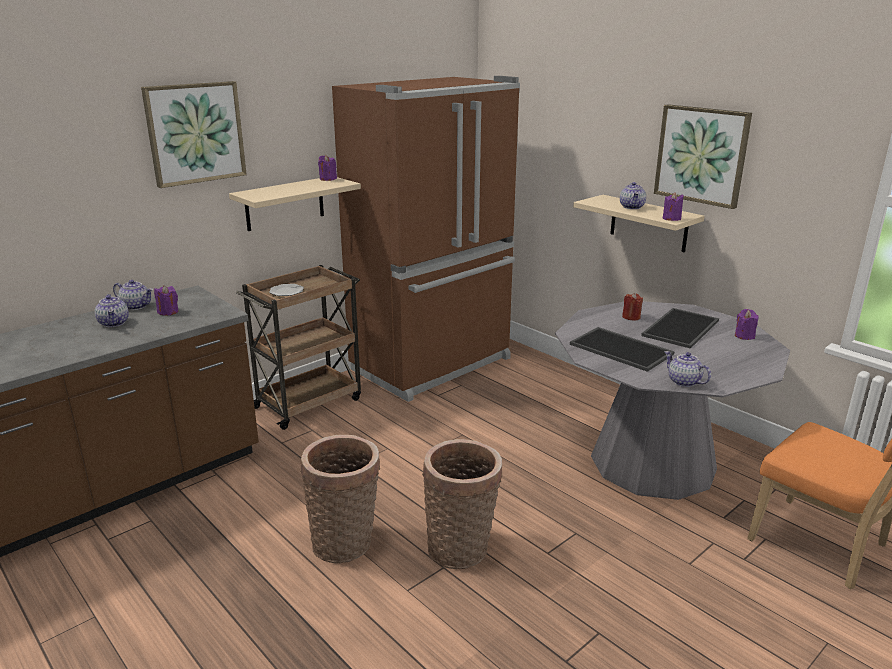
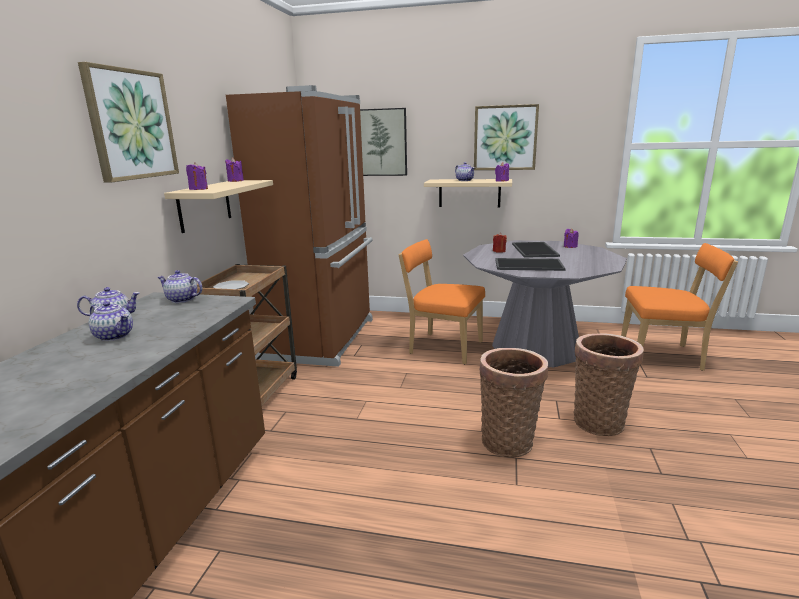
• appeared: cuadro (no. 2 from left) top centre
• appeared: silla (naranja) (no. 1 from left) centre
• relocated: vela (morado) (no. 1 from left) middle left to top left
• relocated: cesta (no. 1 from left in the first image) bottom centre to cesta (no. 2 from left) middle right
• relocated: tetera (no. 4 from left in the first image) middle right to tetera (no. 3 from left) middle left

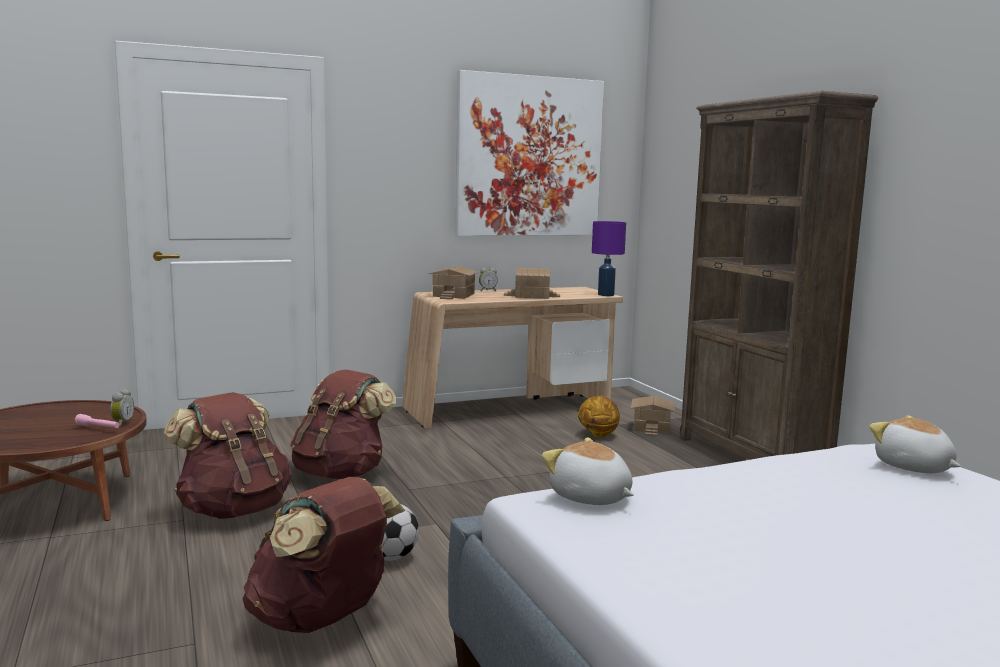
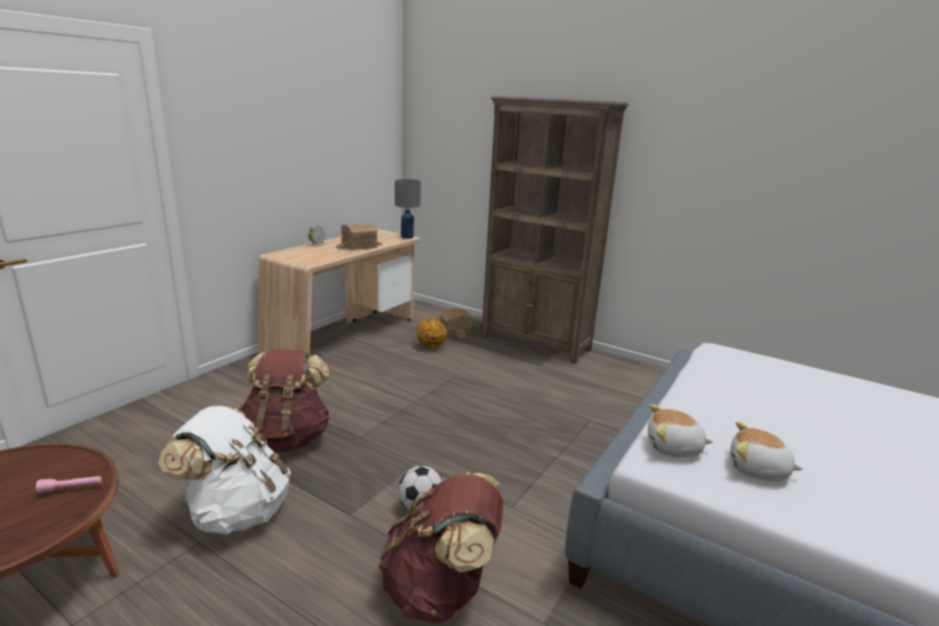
• missing: despertador (no. 1 from left) middle left
• missing: casita (no. 1 from left) centre
• missing: cuadro top centre
• relocated: peluche (no. 2 from left) middle right to bottom right
• colour: mochila (marrón) (no. 1 from left) bottom left to mochila (blanco) bottom left
• colour: lámpara de mesa (morado) centre to lámpara de mesa (gris) centre

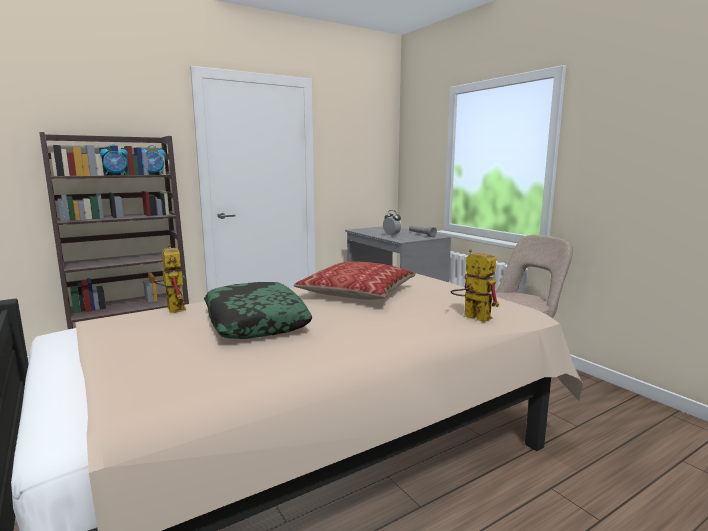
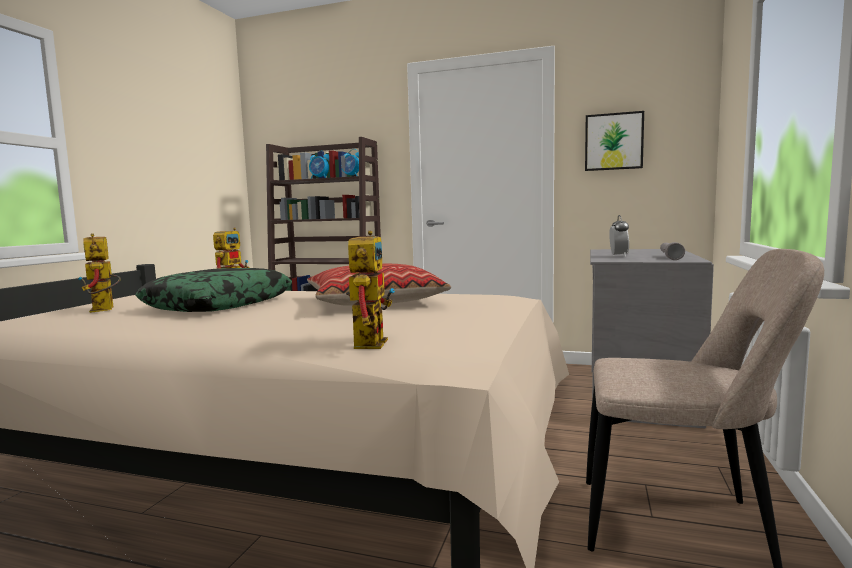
• appeared: robot de juguete (no. 1 from left) middle left
• appeared: cuadro top right

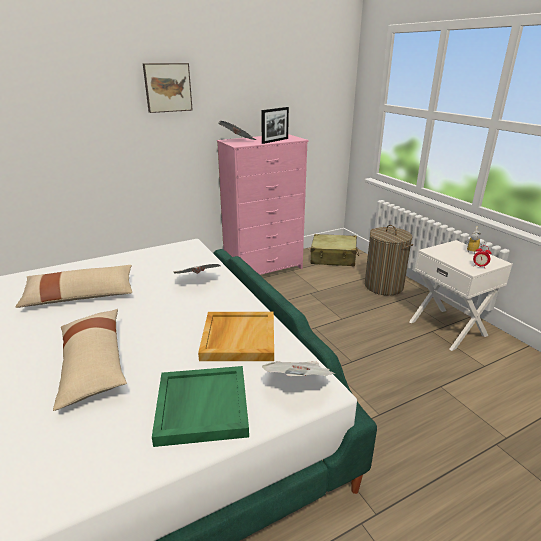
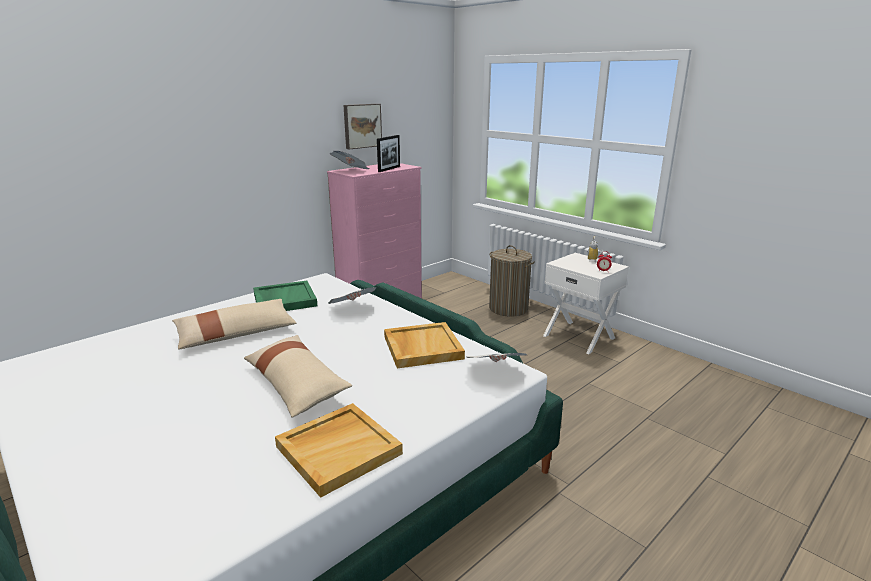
• missing: maleta (beis) centre
• appeared: bandeja (beis) (no. 1 from left) bottom centre
• relocated: cuadro top left to top centre
• relocated: bandeja (verde) bottom centre to middle left

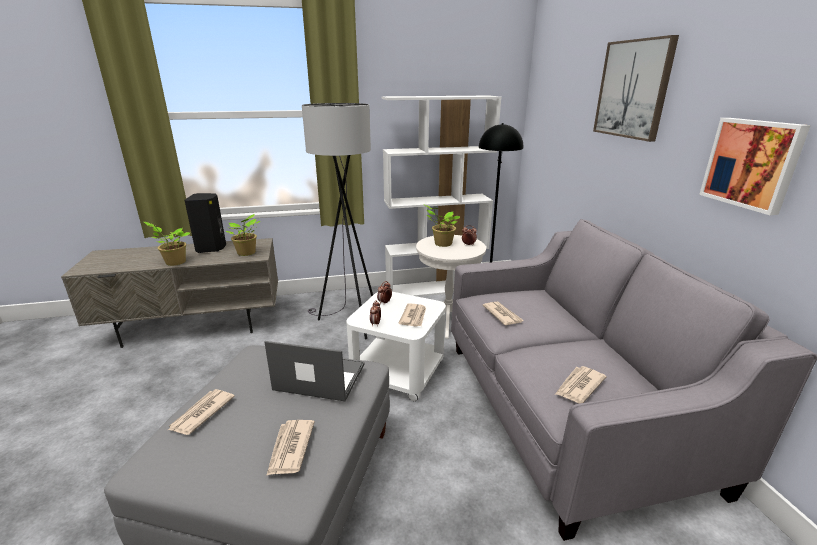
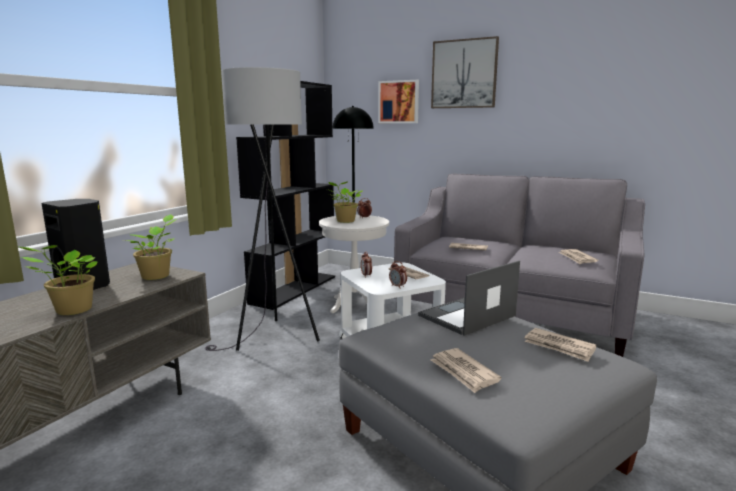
• relocated: cuadro (no. 2 from left in the first image) top right to cuadro (no. 1 from left) top centre
• colour: estantería (blanco) centre to estantería (negro) centre

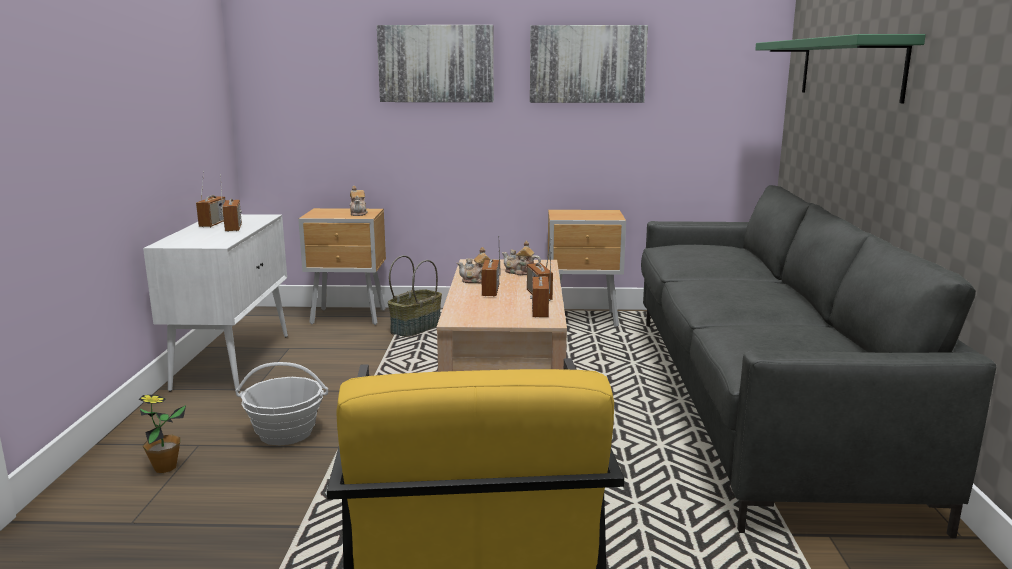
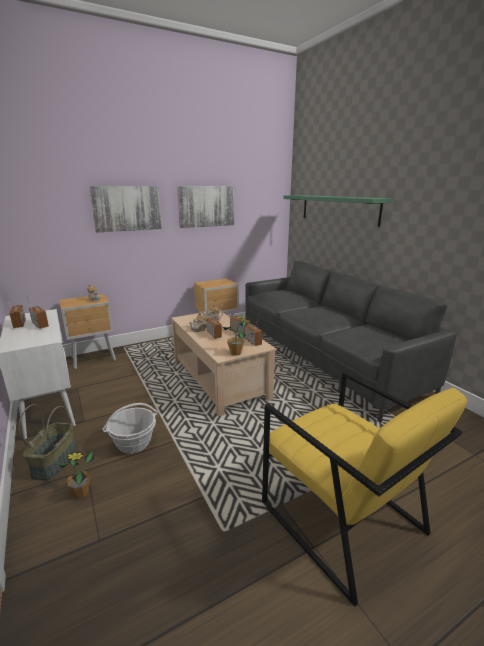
• appeared: planta en maceta (no. 2 from left) centre
• relocated: cesta (no. 2 from left in the first image) centre to cesta (no. 1 from left) bottom left

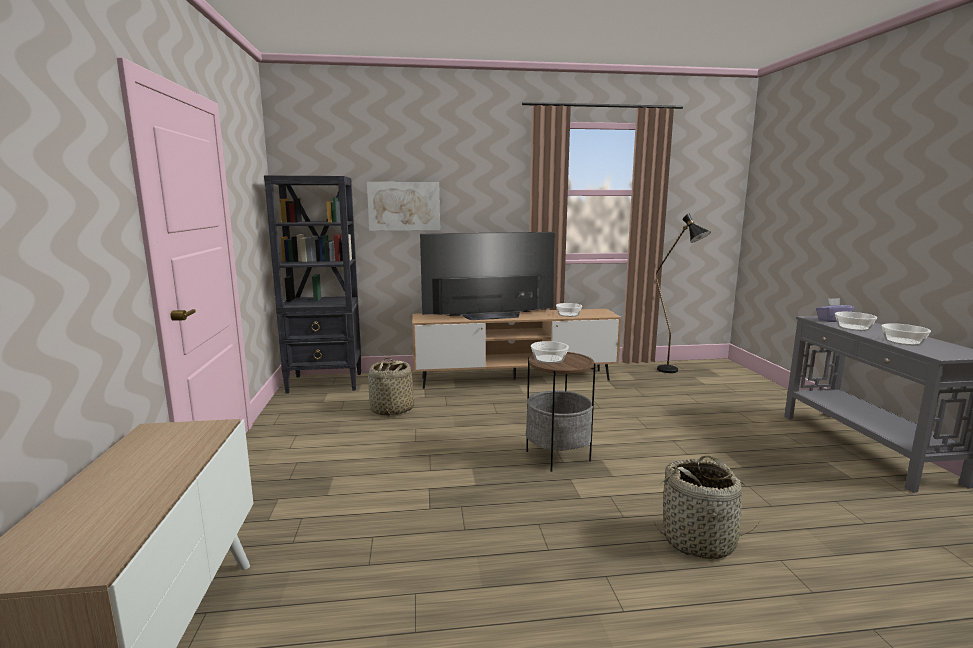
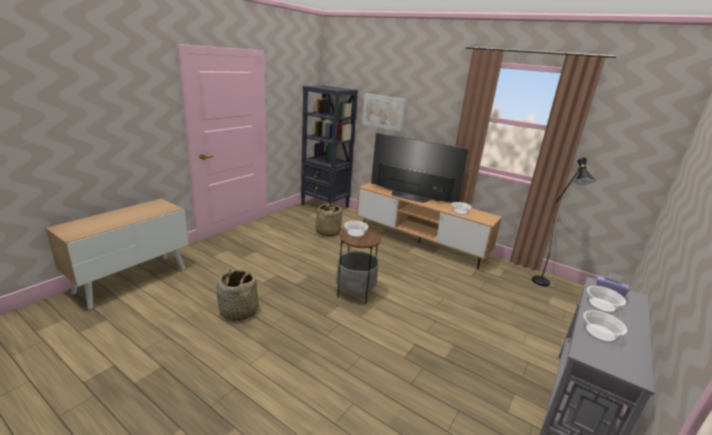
• relocated: cesta (no. 2 from left in the first image) bottom right to cesta (no. 1 from left) bottom left

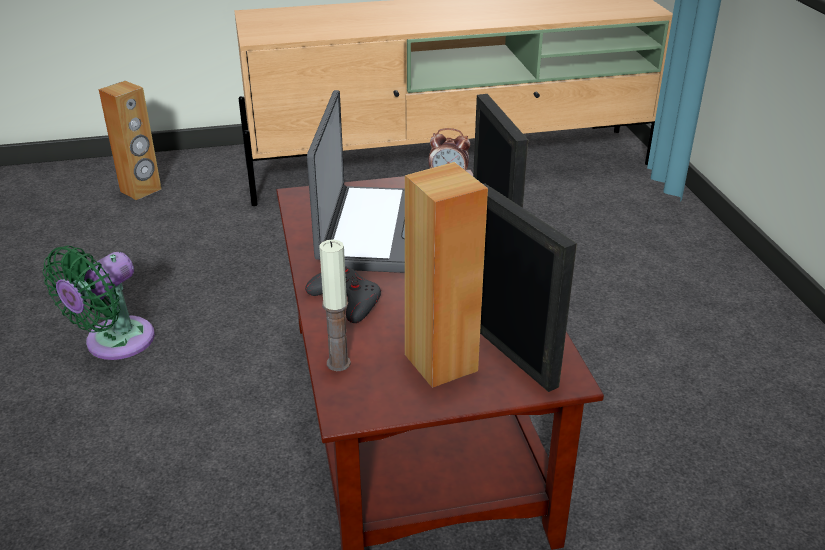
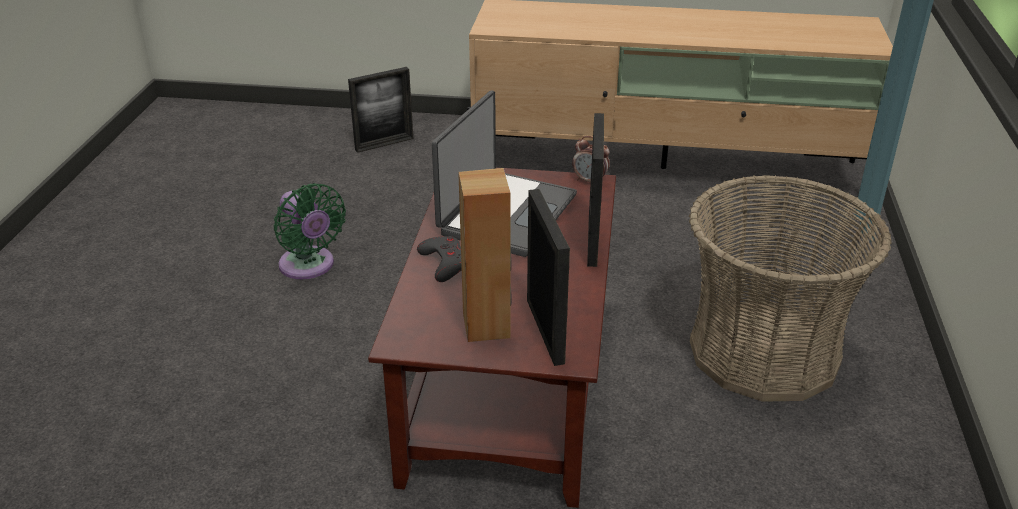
• missing: vela centre
• appeared: cesta middle right
• exchanged: altavoz (marrón) (no. 1 from left) top left to portarretratos (no. 1 from left) top centre
• spun: ventilador (verde) middle left = middle left 90 degrees counterclockwise

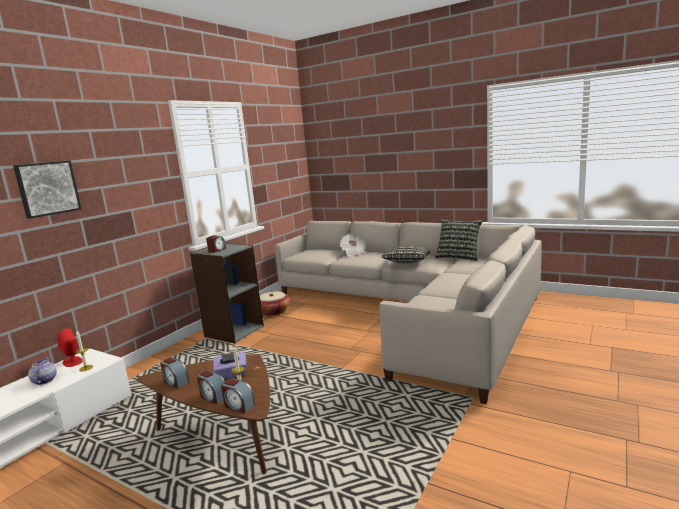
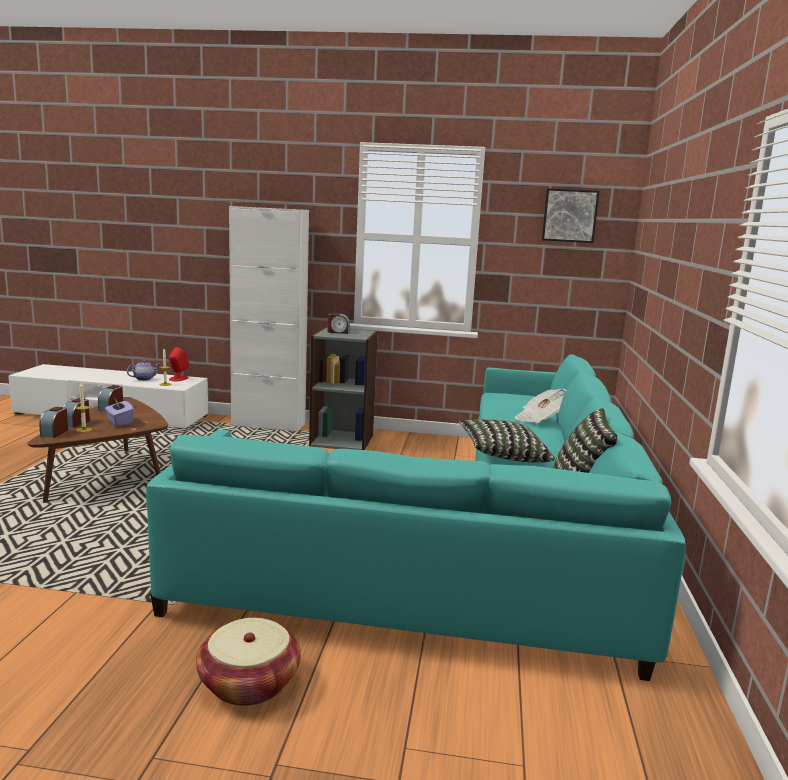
• appeared: armario (blanco) centre
• relocated: cuadro middle left to top right
• relocated: cesta centre to bottom left
• colour: sofá (beis) centre to sofá (turquesa) centre

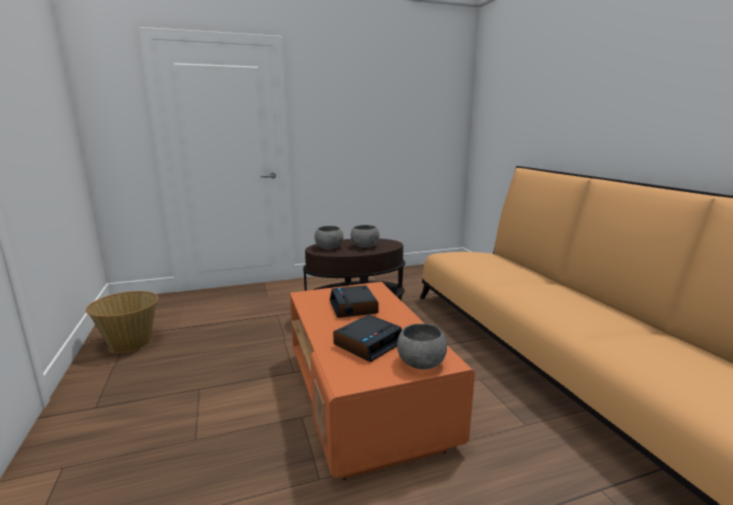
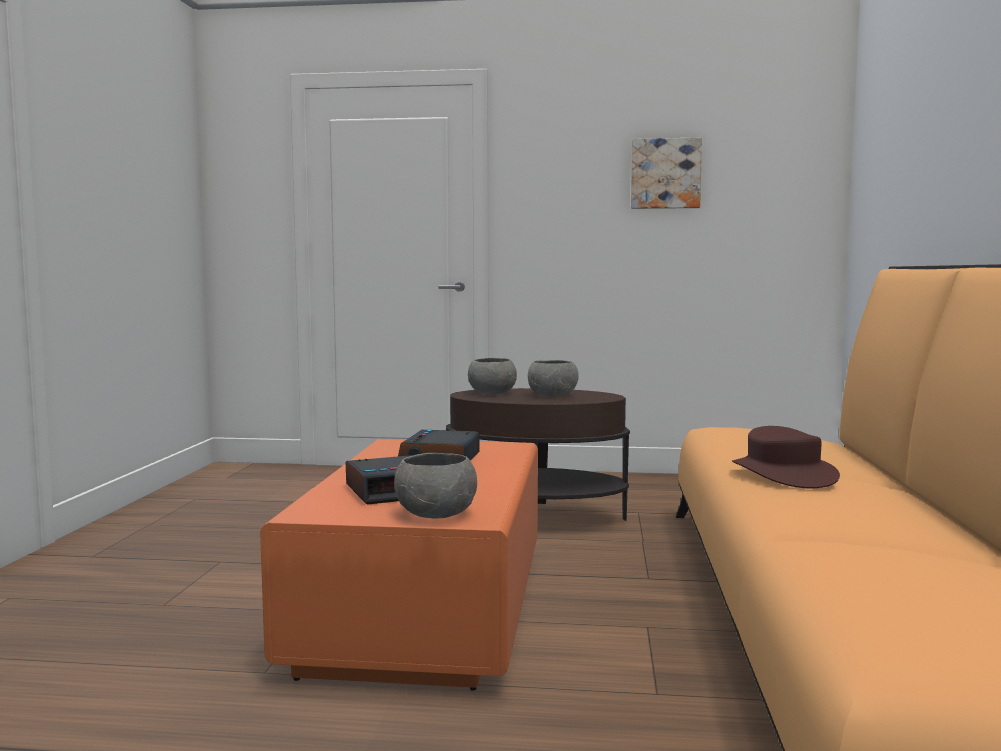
• missing: cesta middle left
• appeared: cuadro top centre
• appeared: sombrero (marrón) middle right

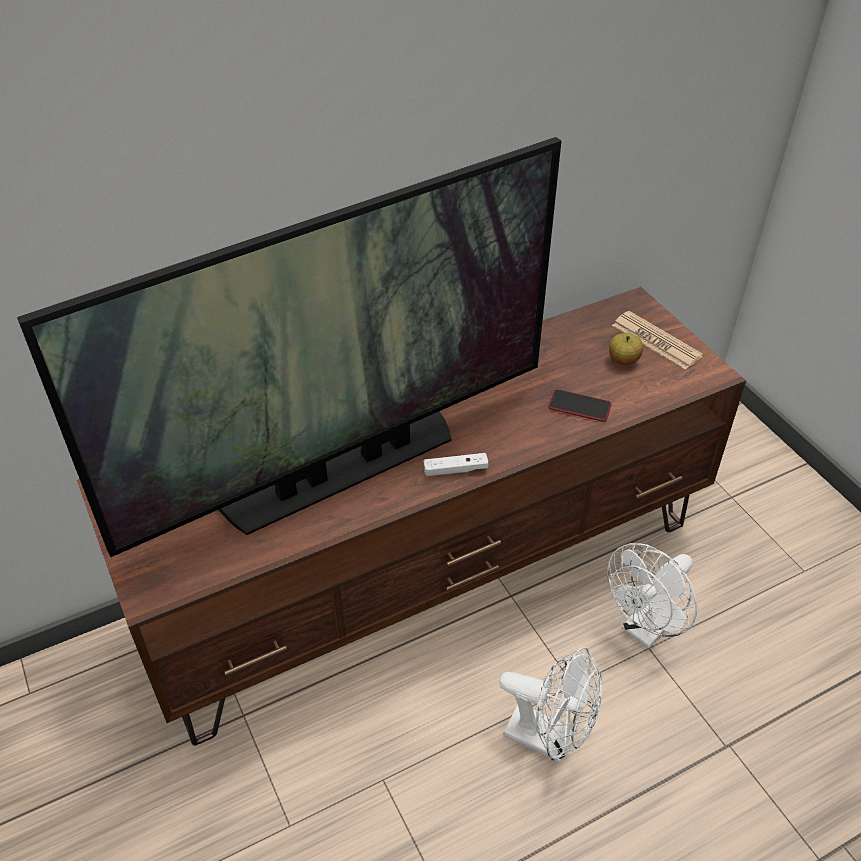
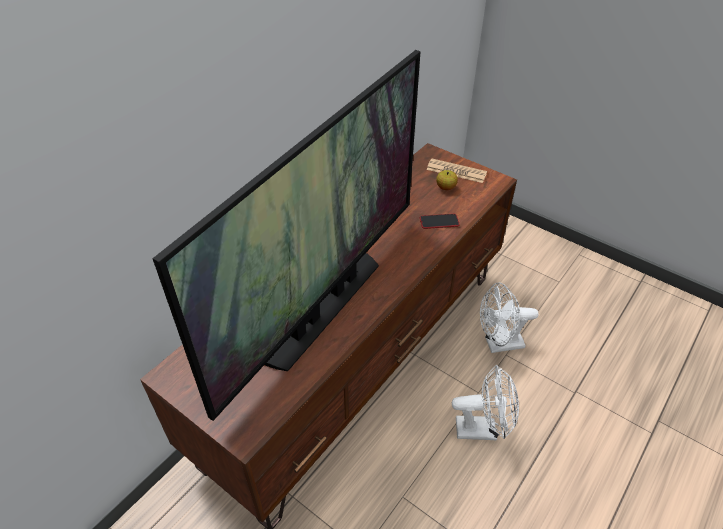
• missing: mando de consola (blanco) centre
• spun: ventilador (blanco) (no. 2 from left) bottom right = middle right 60 degrees clockwise

